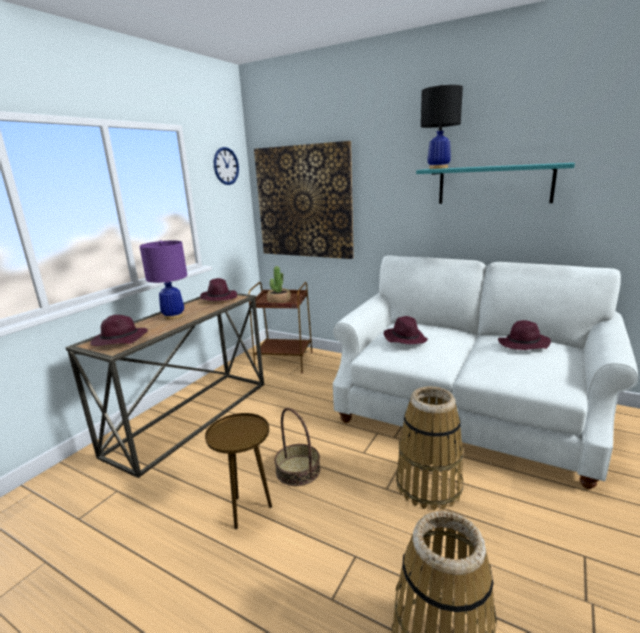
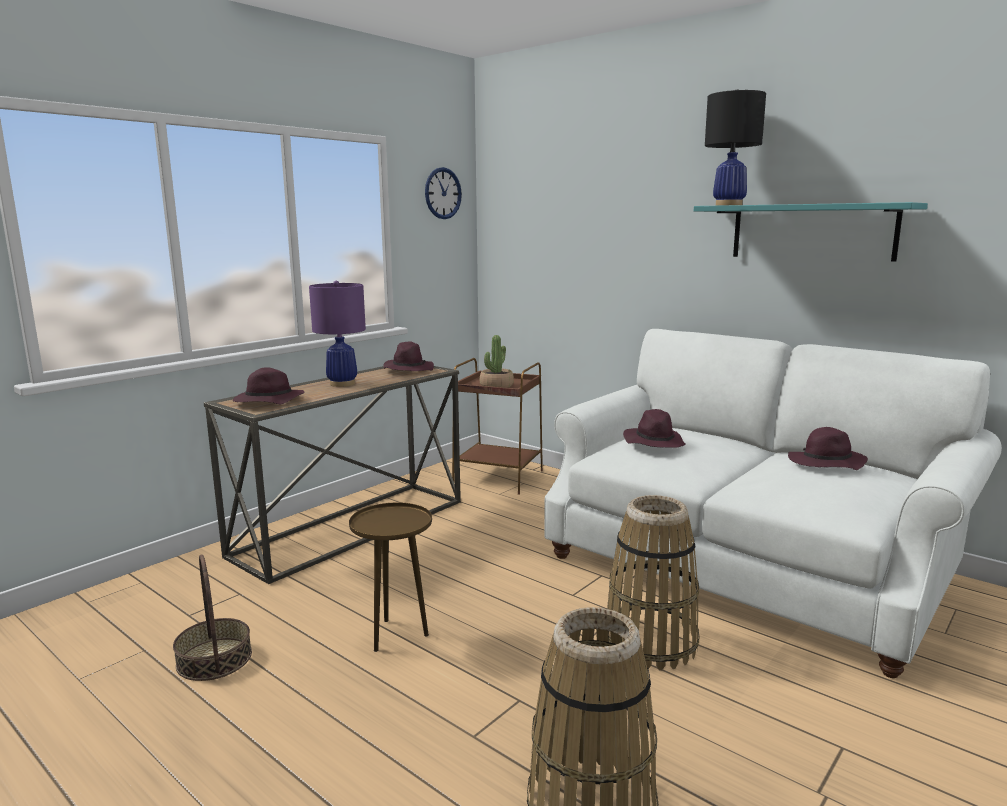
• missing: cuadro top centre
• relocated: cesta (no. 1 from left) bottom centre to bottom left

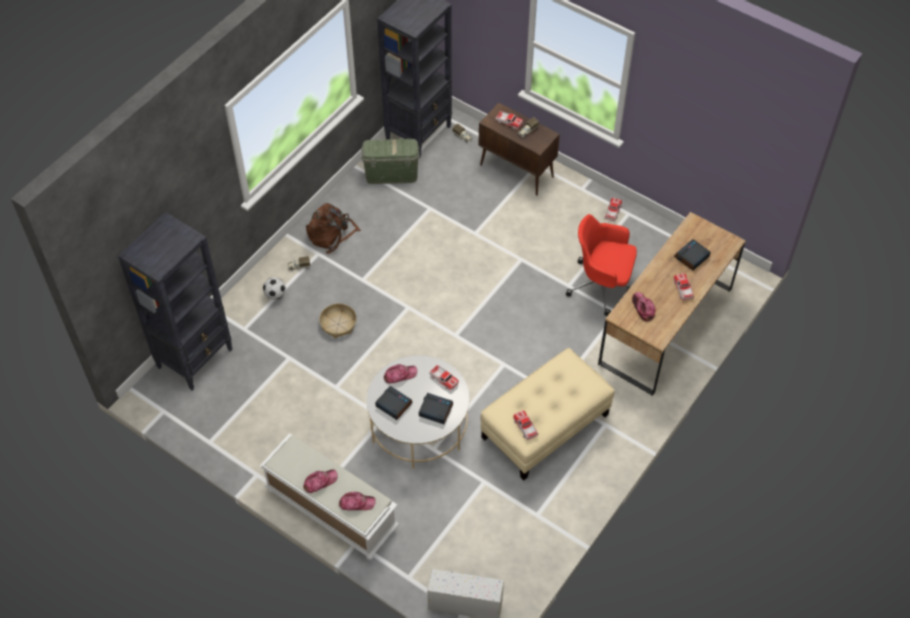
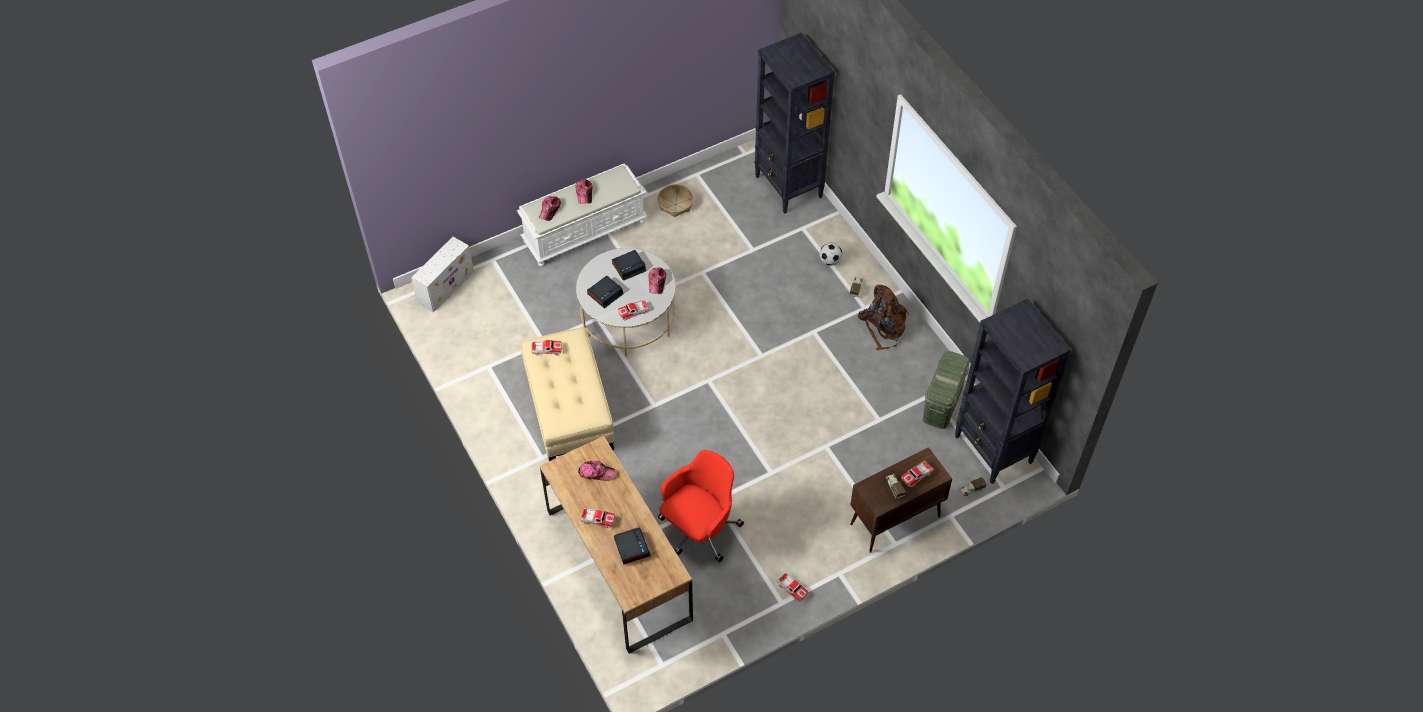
• relocated: cesta centre to top centre

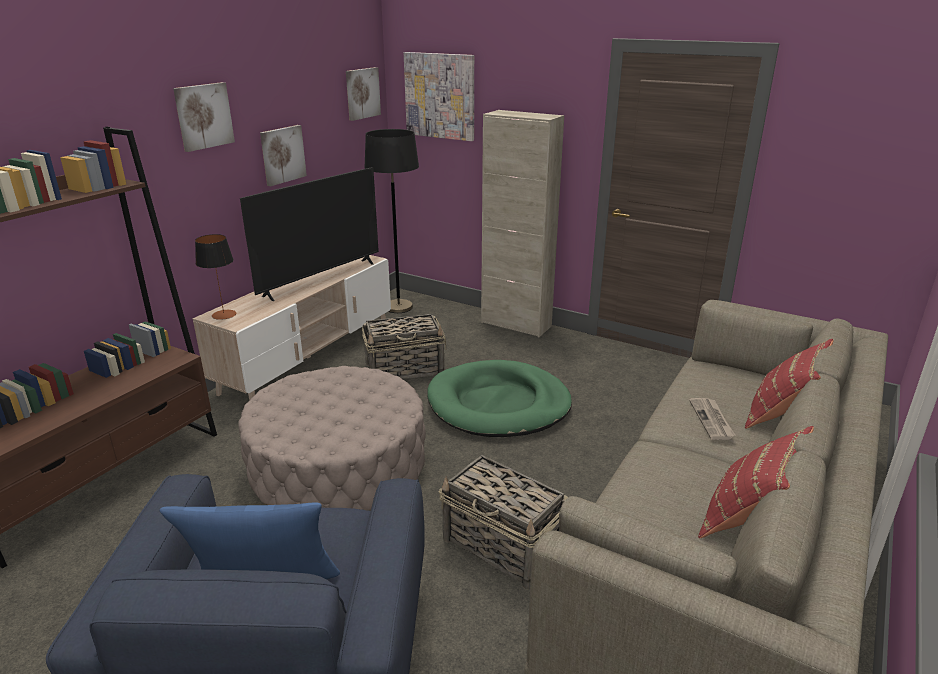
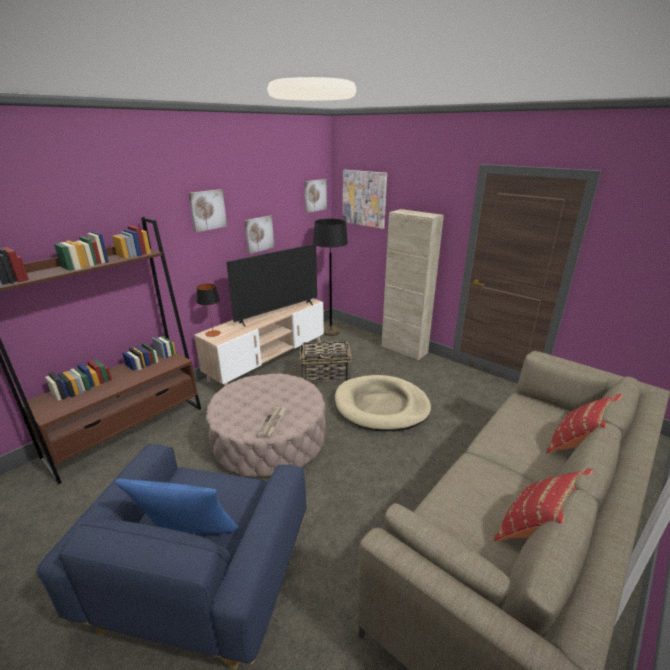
• missing: cesta (no. 2 from left) bottom centre
• relocated: periódico middle right to centre
• colour: cama para perro (verde) centre to cama para perro (beis) centre

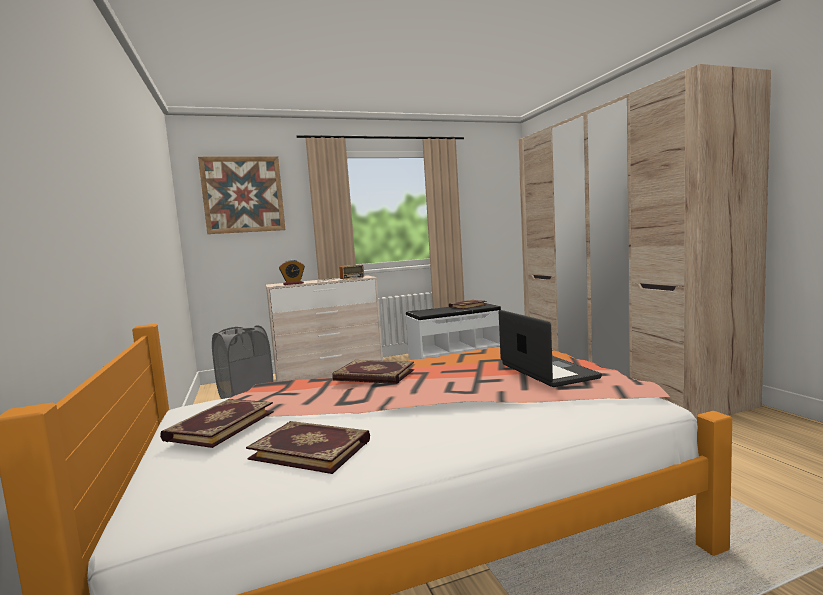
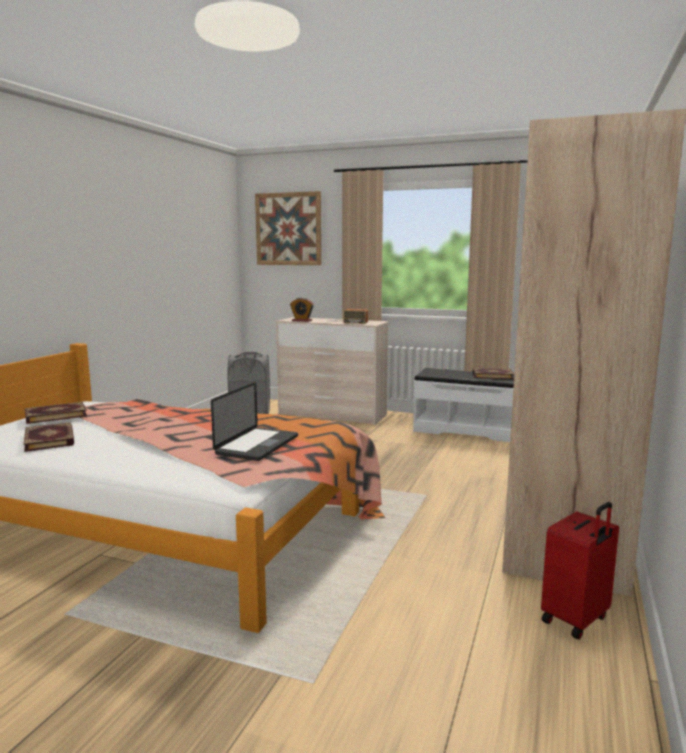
• missing: libro (no. 3 from left) centre
• appeared: maleta (rojo) bottom right

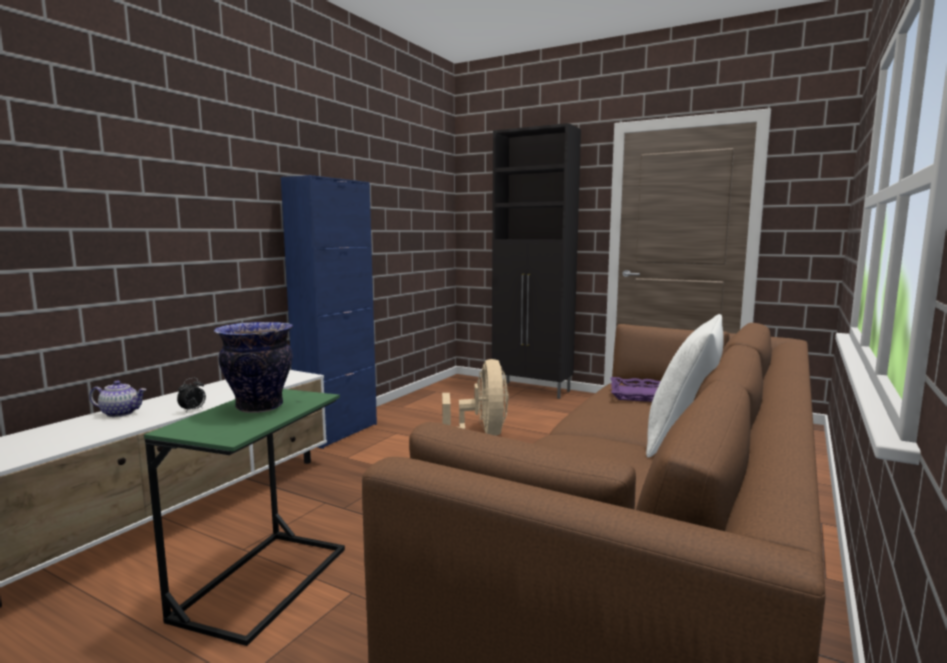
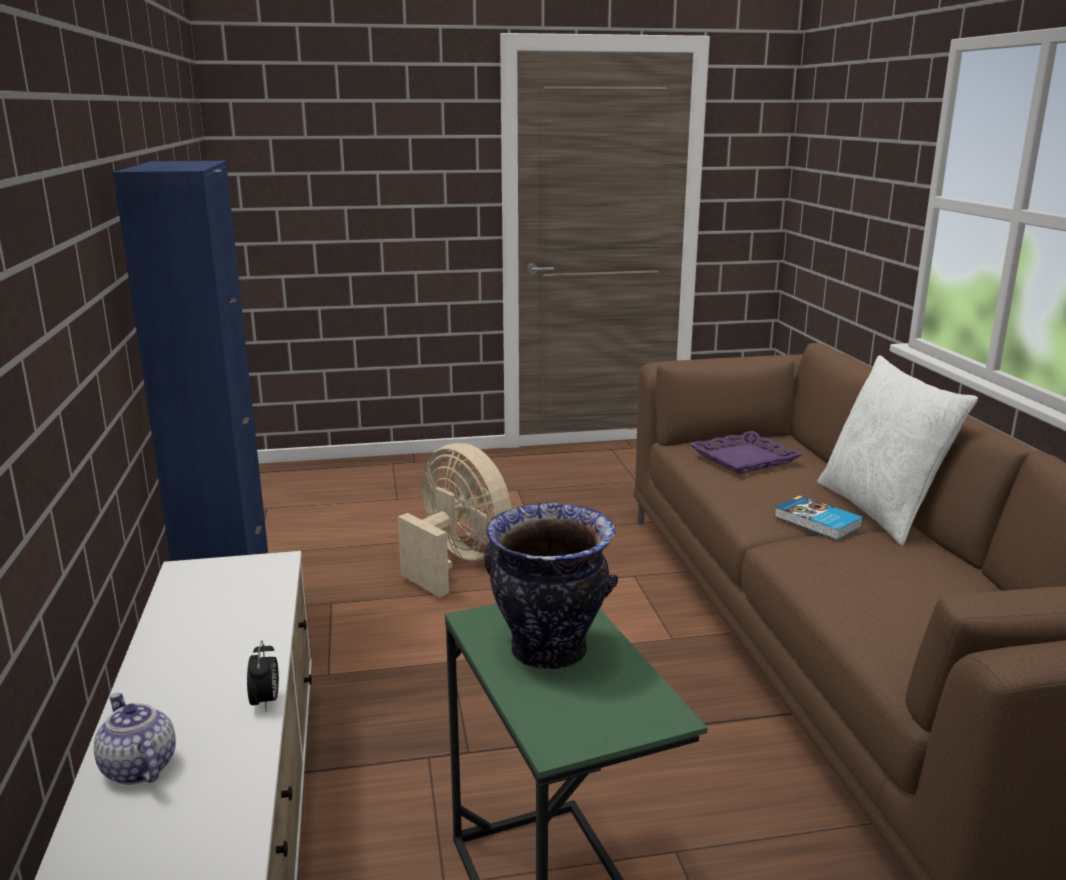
• missing: armario (negro) centre
• appeared: libro middle right
• spun: tetera middle left = bottom left 90 degrees counterclockwise

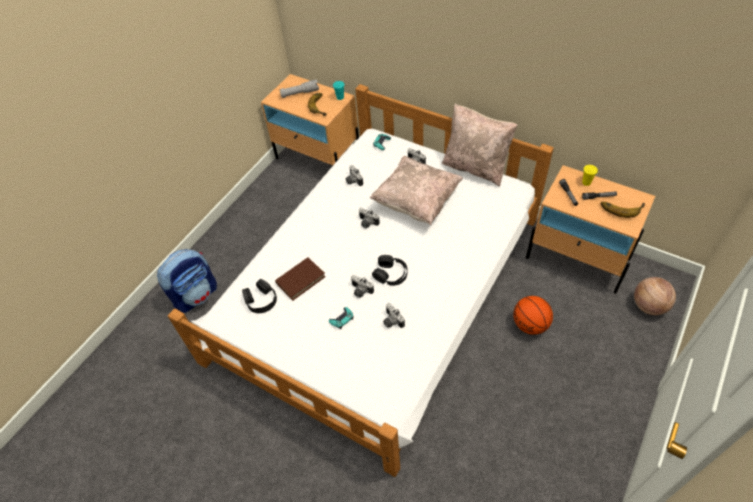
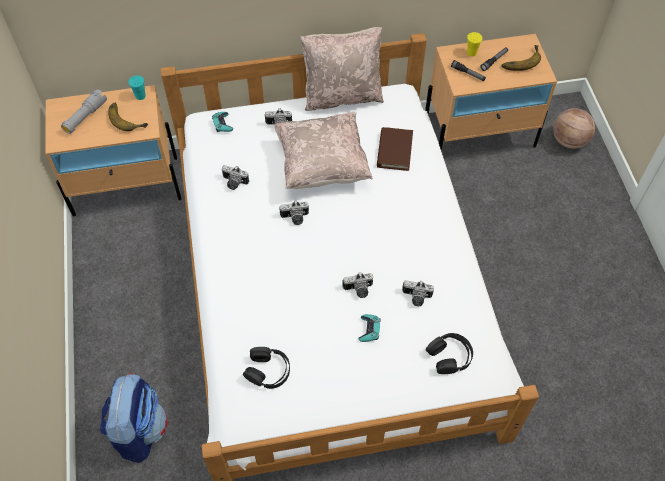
• missing: balón de baloncesto (no. 1 from left) middle right
• relocated: libro (marrón) centre to top centre
• relocated: auriculares (negro) (no. 2 from left) centre to bottom right

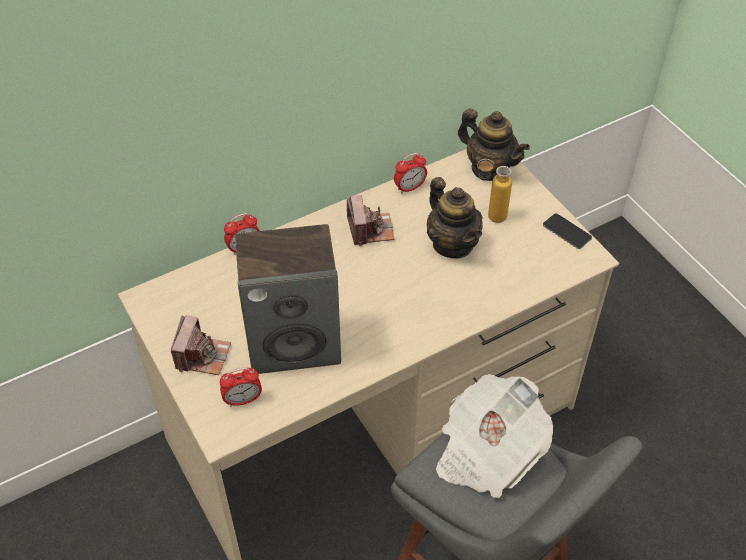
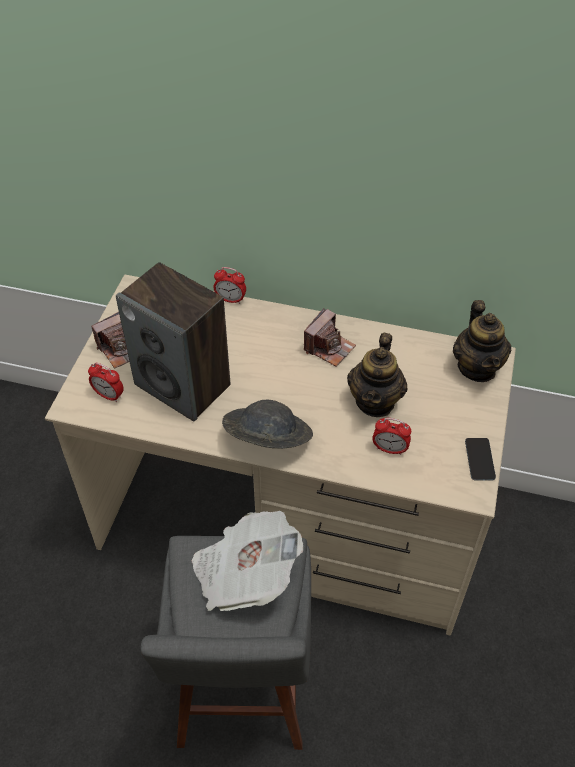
• missing: botella centre
• appeared: sombrero (gris) centre
• relocated: despertador (no. 3 from left) top centre to middle right

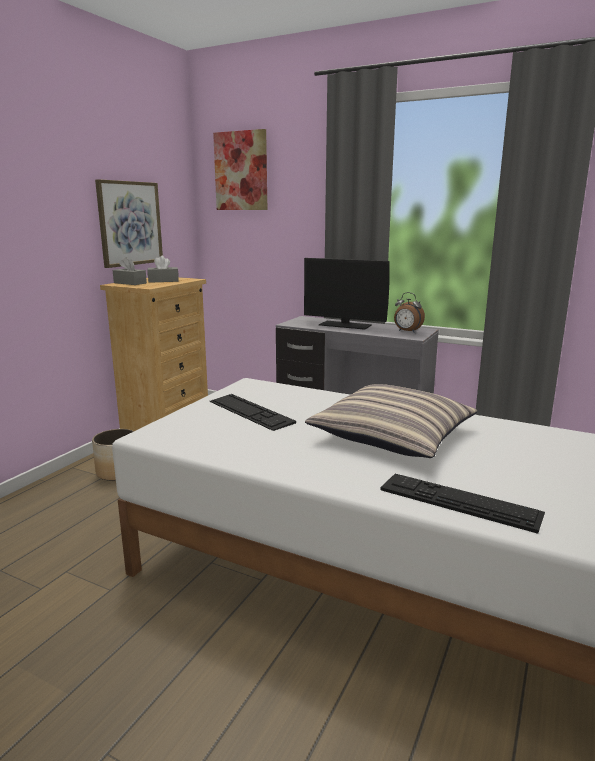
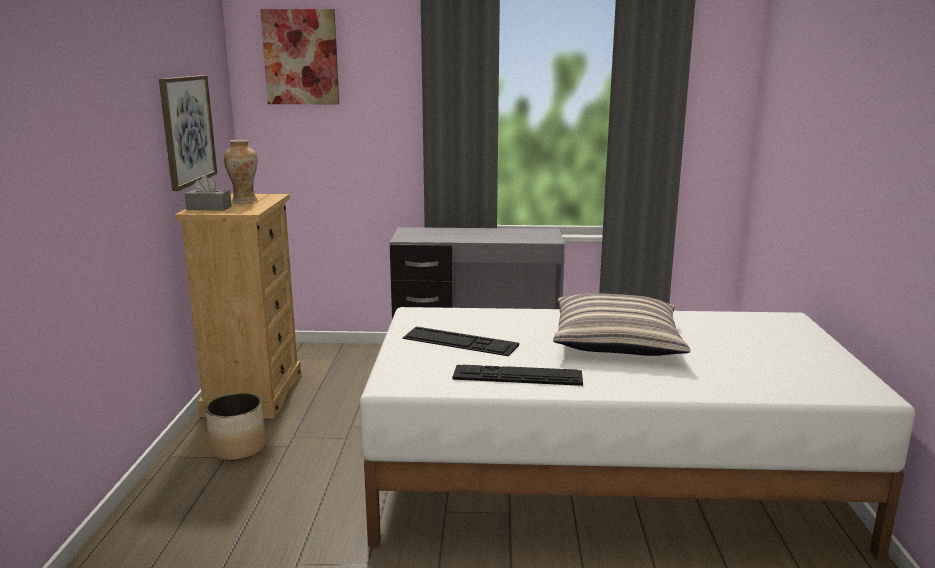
• missing: monitor centre
• missing: despertador middle right
• relocated: teclado (no. 2 from left) middle right to centre
• exchanged: caja de pañuelos (gris) (no. 2 from left) middle left to florero top left

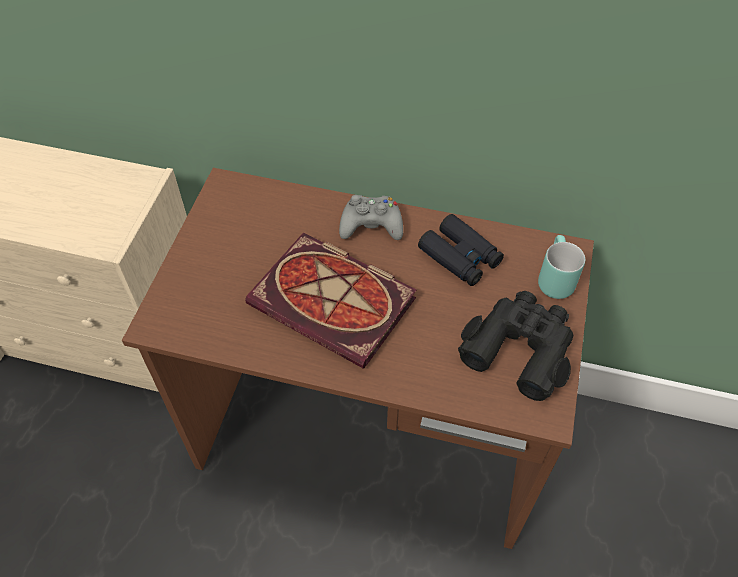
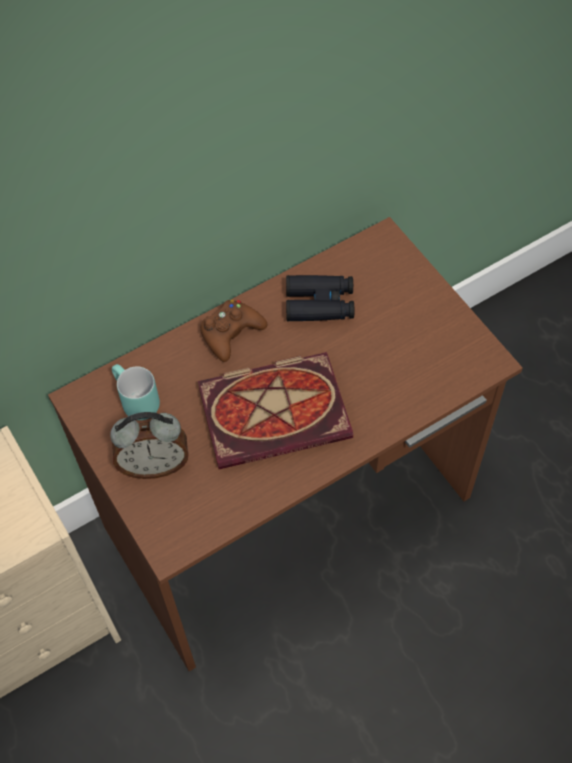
• missing: prismáticos (negro) (no. 2 from left) middle right
• appeared: despertador middle left
• relocated: taza grande (turquesa) middle right to middle left
• colour: mando de consola (gris) centre to mando de consola (marrón) centre

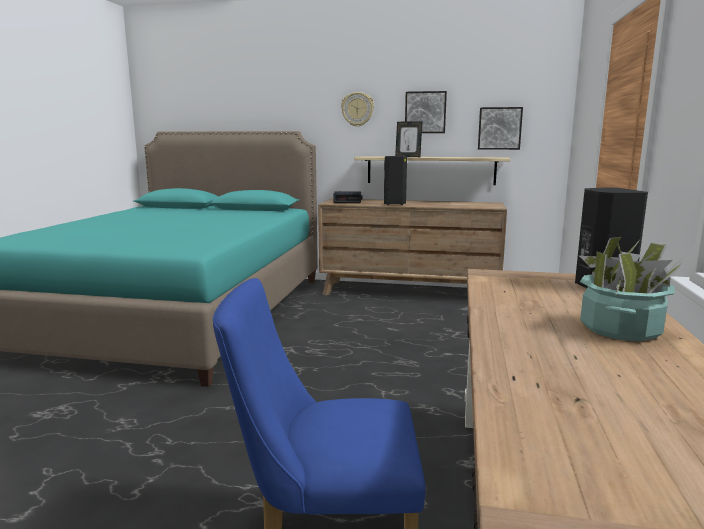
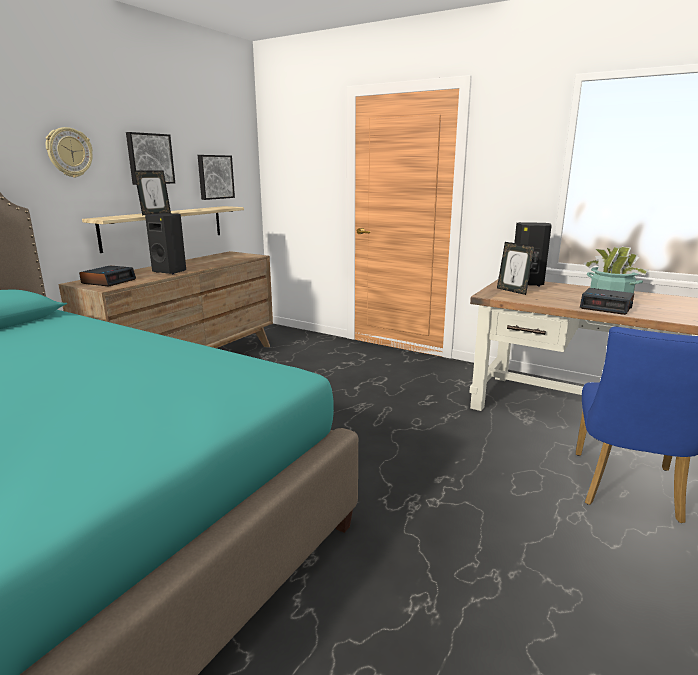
• appeared: portarretratos (no. 2 from left) middle right
• appeared: despertador (no. 2 from left) middle right

